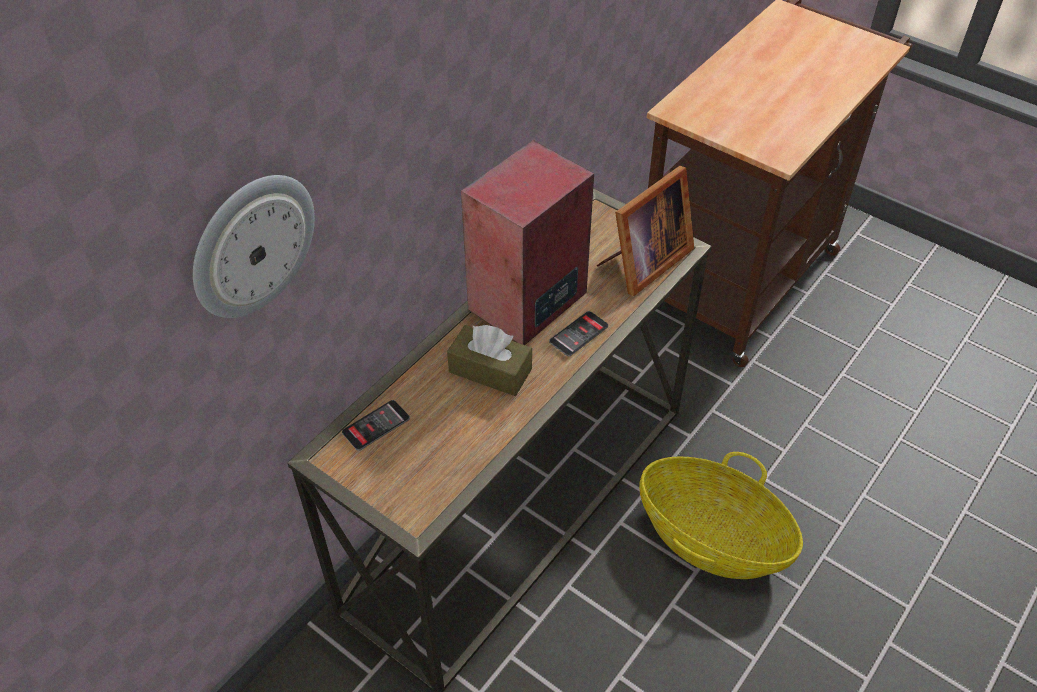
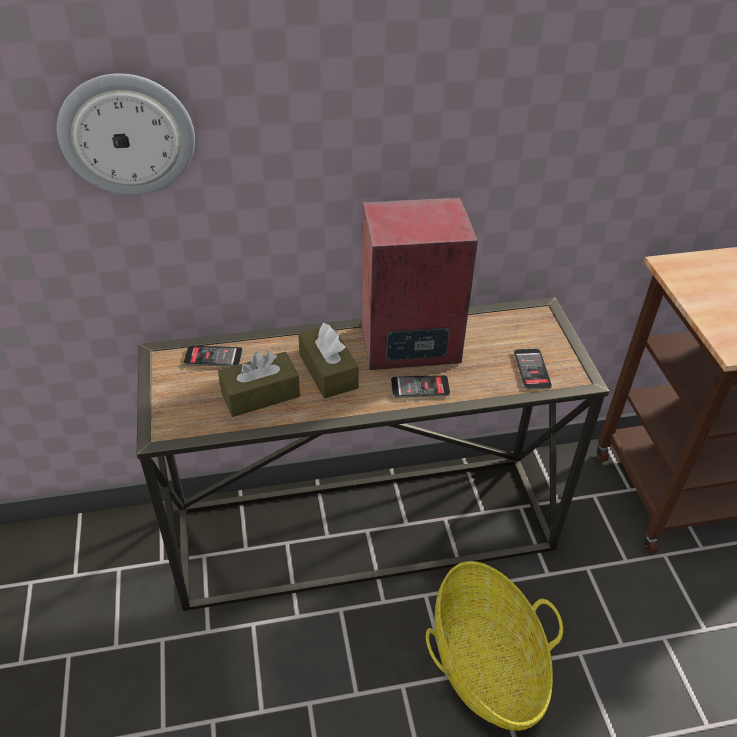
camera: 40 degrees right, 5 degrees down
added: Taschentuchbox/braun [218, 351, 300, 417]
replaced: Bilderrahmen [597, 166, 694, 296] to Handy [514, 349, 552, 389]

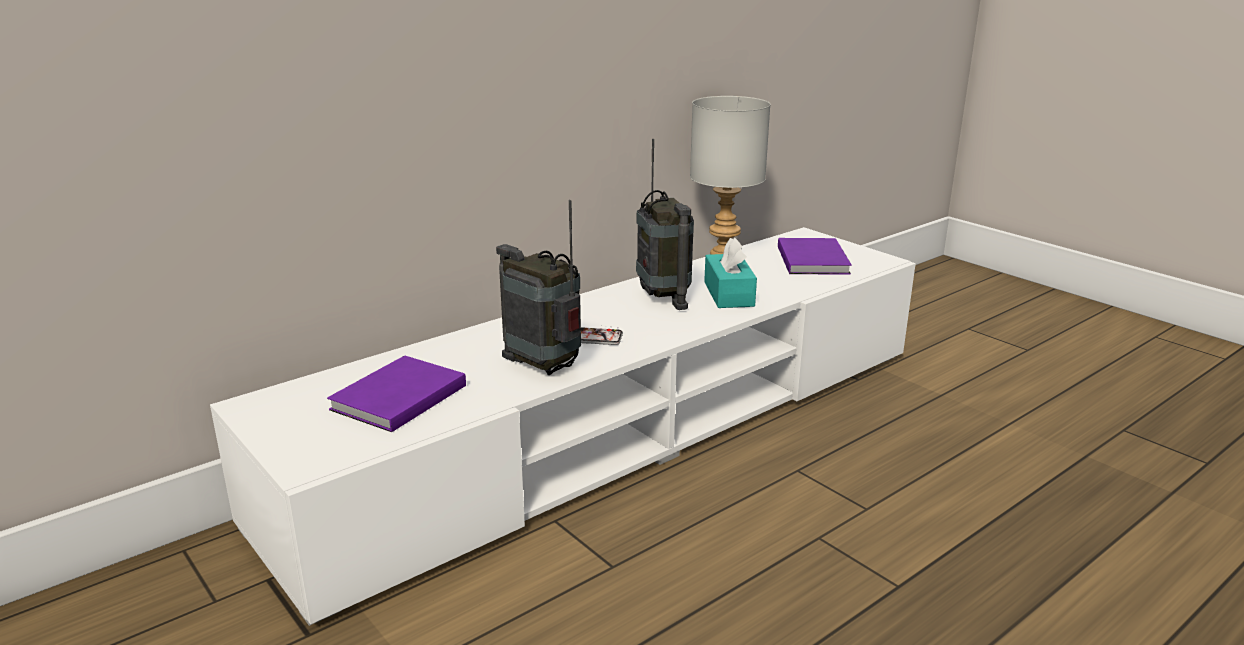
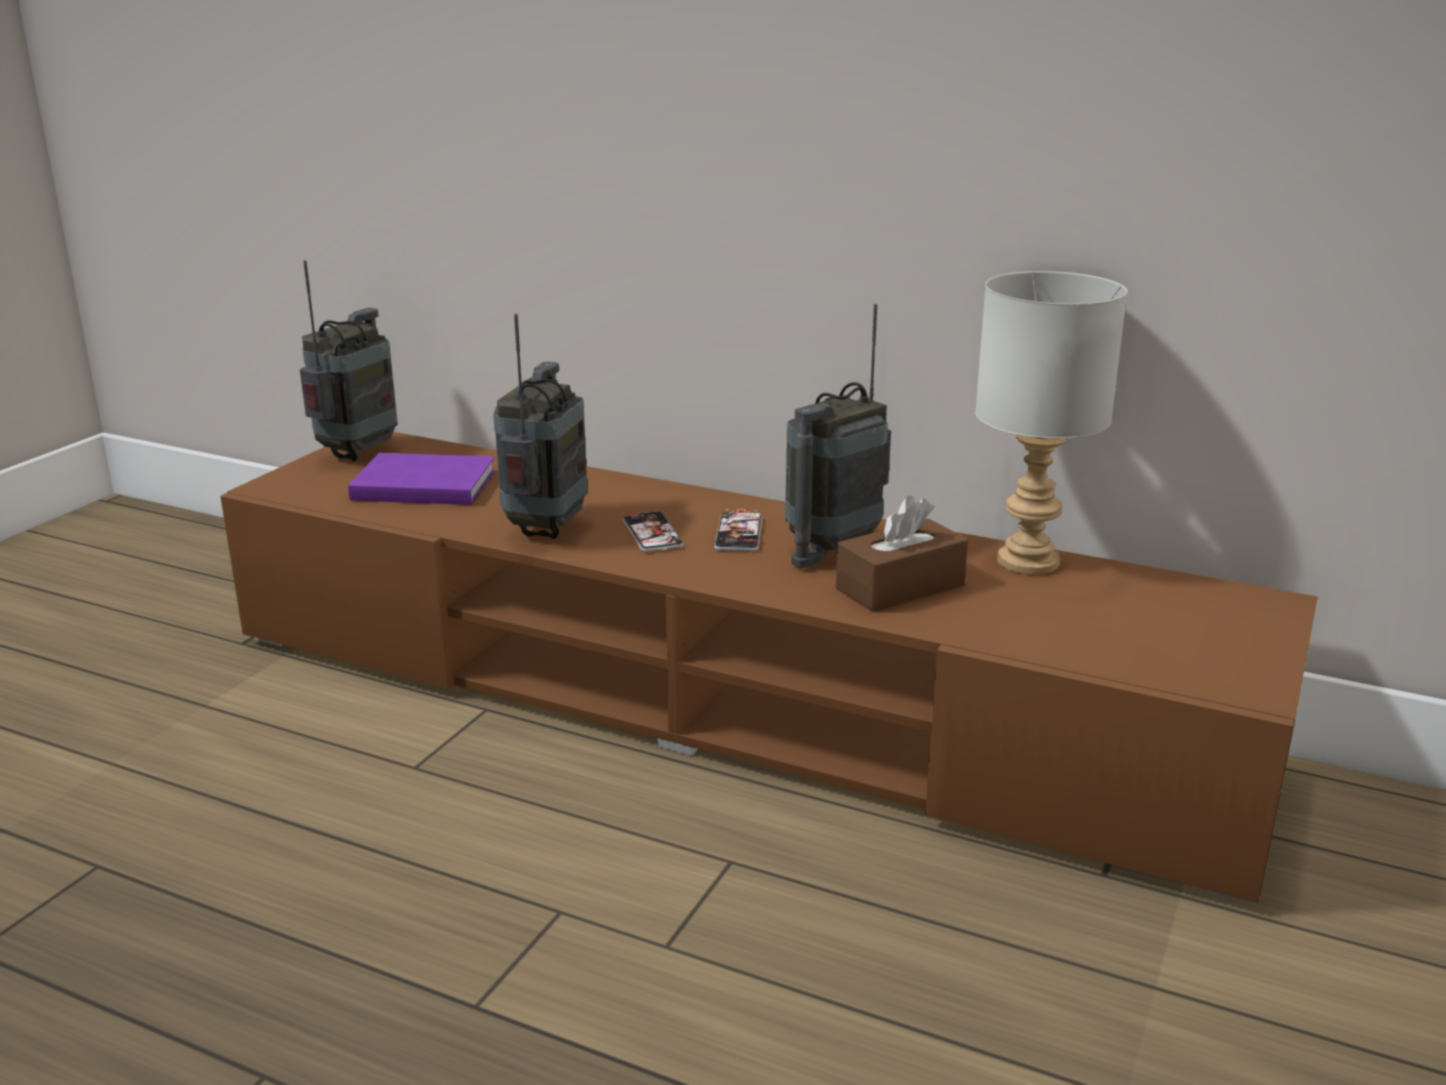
camera: 65 degrees right, 0 degrees up
removed: Buch/lila [778, 238, 852, 275]
added: Radio [300, 260, 398, 461]; Handy [714, 509, 762, 552]
recoloured: Fernsehschrank/weiß [210, 227, 916, 626] to Fernsehschrank/braun [220, 432, 1318, 905]; Taschentuchbox/türkis [704, 237, 757, 308] to Taschentuchbox/braun [836, 495, 968, 612]

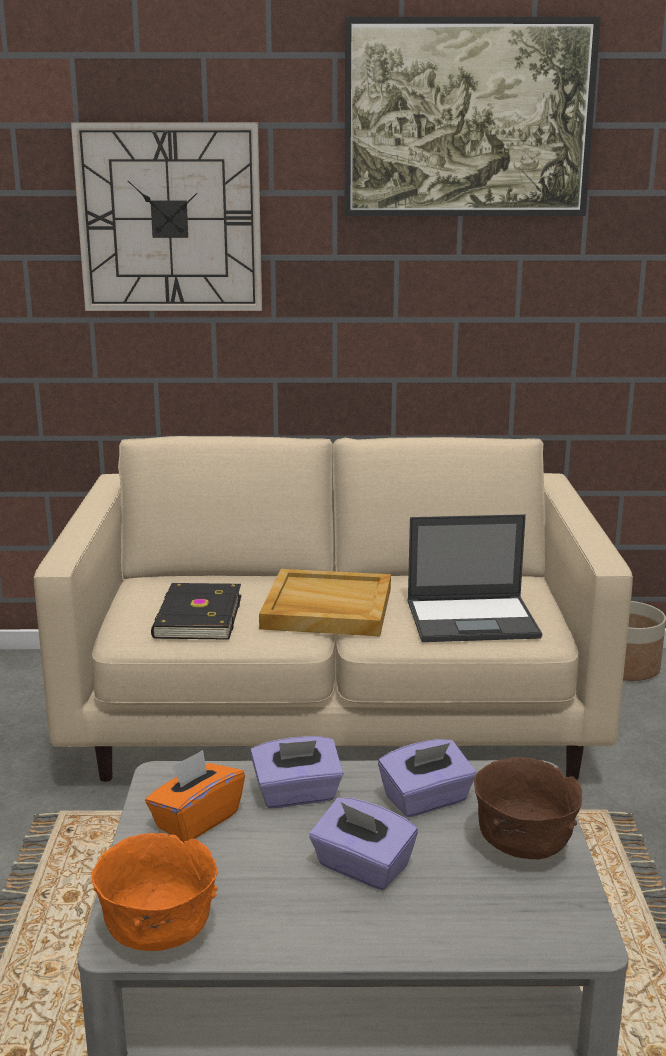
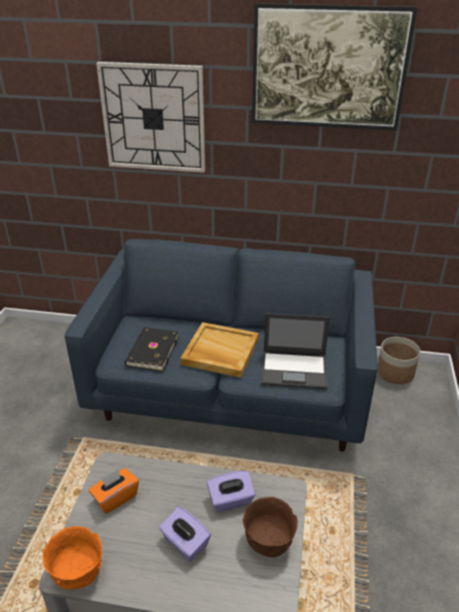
camera: 10 degrees right, 15 degrees up
removed: Taschentuchbox/lila [250, 736, 343, 808]
recoloured: Sofa/beige [34, 436, 633, 782] to Sofa/blau [65, 239, 377, 451]

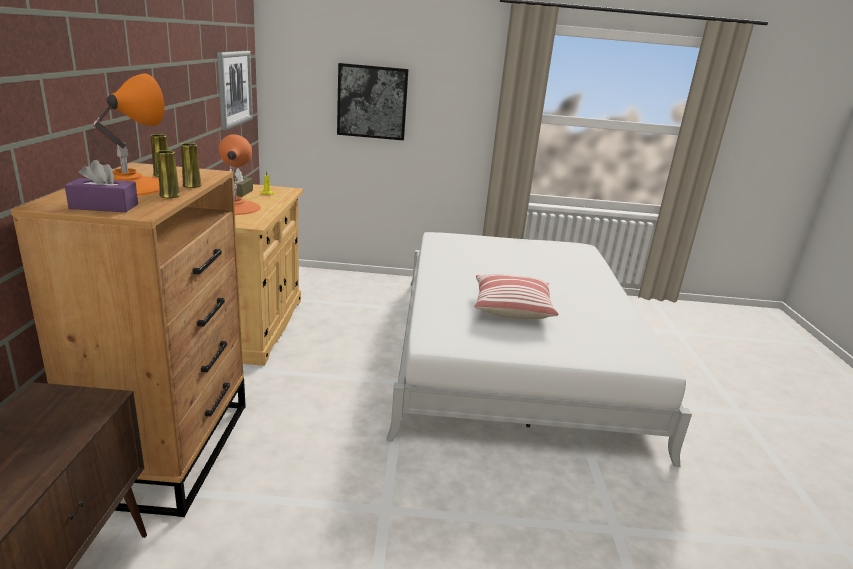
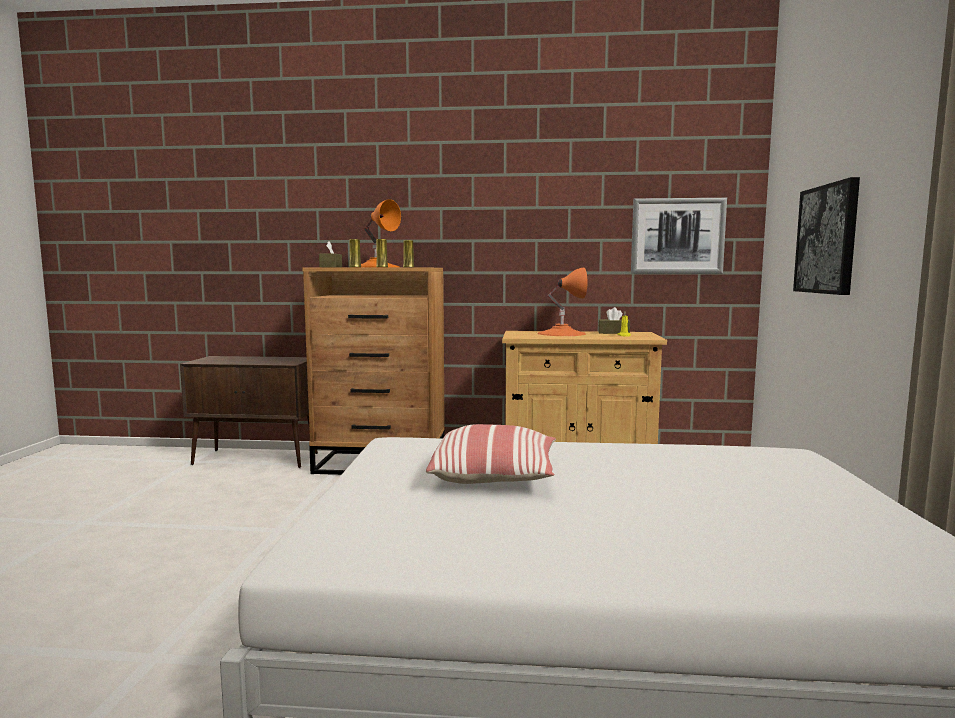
camera: 95 degrees right, 15 degrees down
recoloured: Taschentuchbox/lila [65, 160, 138, 212] to Taschentuchbox/braun [319, 241, 342, 267]

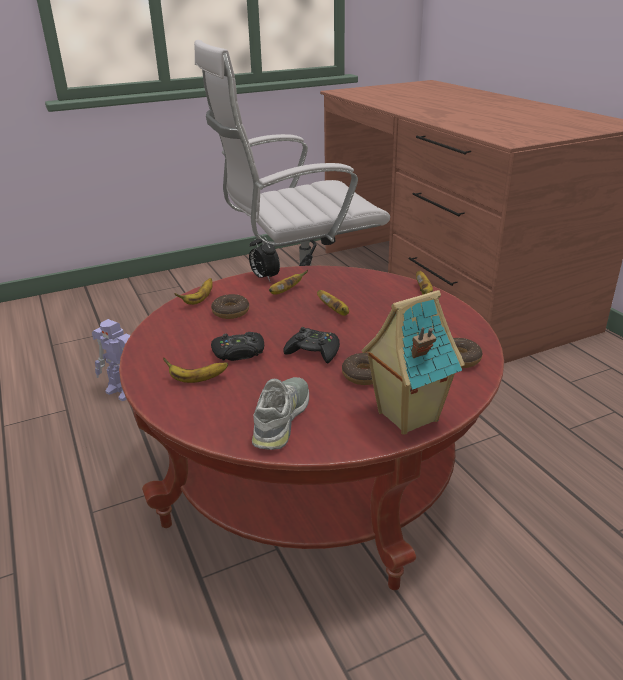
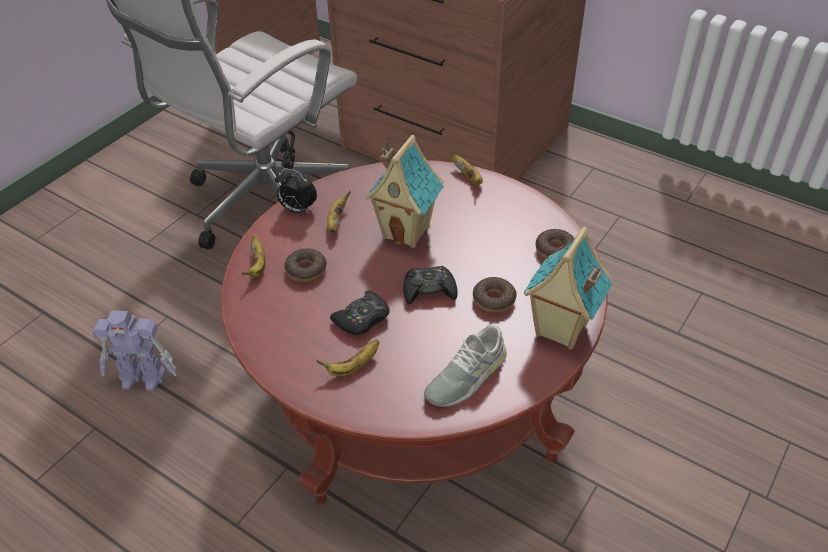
camera: 30 degrees left, 15 degrees up
replaced: Banane [317, 290, 349, 316] to Spielzeughaus [365, 135, 444, 248]
turned: Schuh/grau [252, 377, 309, 450] = [424, 325, 507, 407] 120 degrees counterclockwise

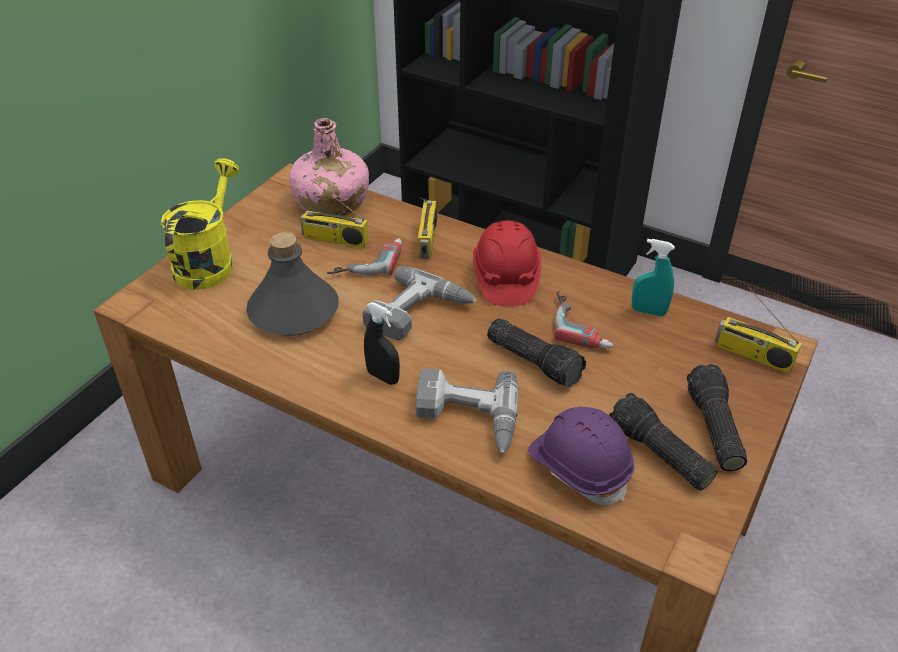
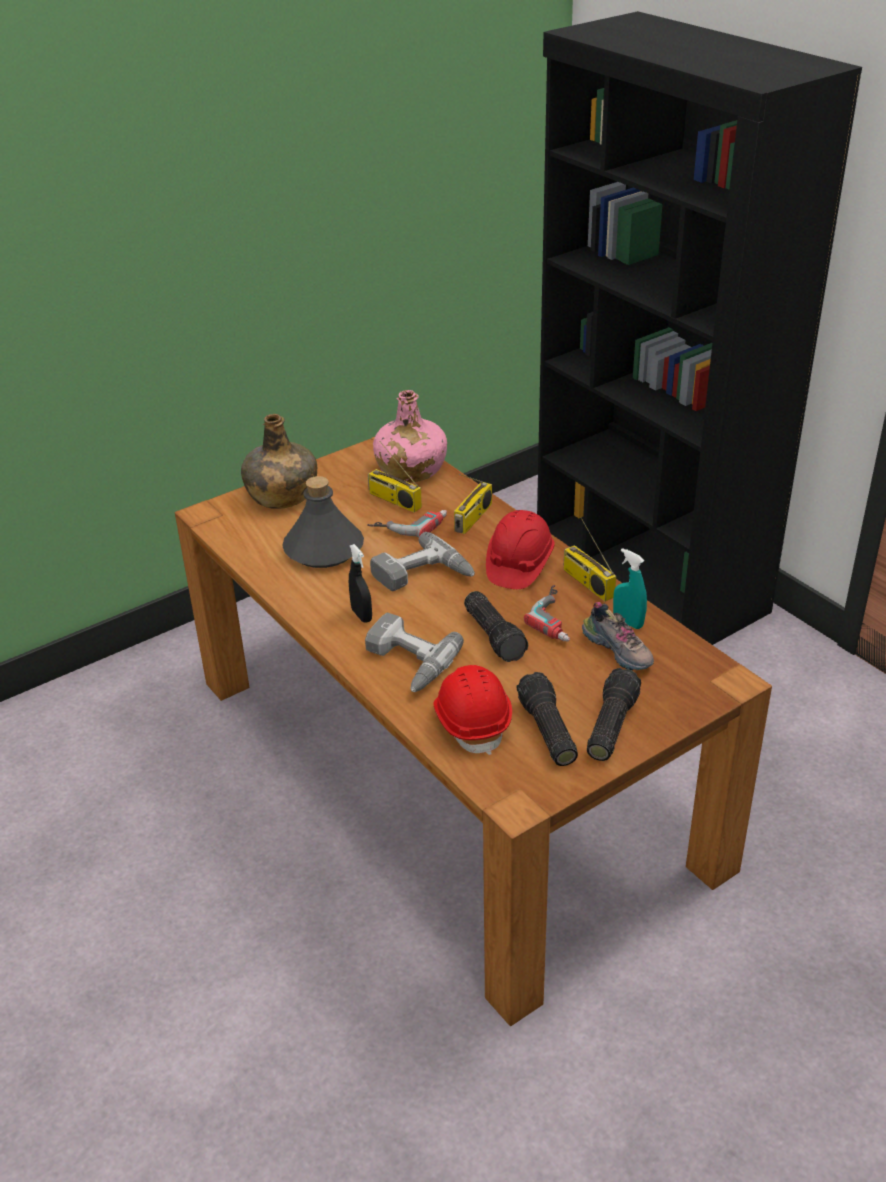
camera: 25 degrees right, 5 degrees down
added: Schuh [582, 602, 654, 670]
moved: Radio [715, 287, 801, 374] to [564, 517, 616, 601]
replaced: Gießkanne/gelb [161, 158, 240, 290] to Flasche/grün [241, 414, 317, 509]
recoloured: Schutzhelm/lila [528, 407, 635, 505] to Schutzhelm/rot [433, 665, 512, 755]

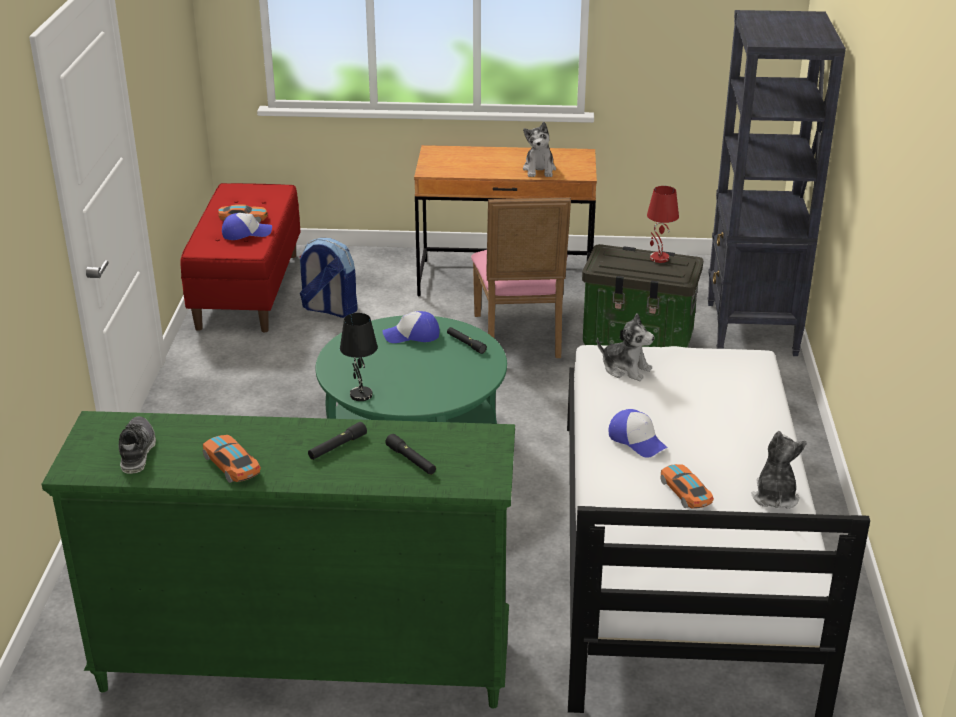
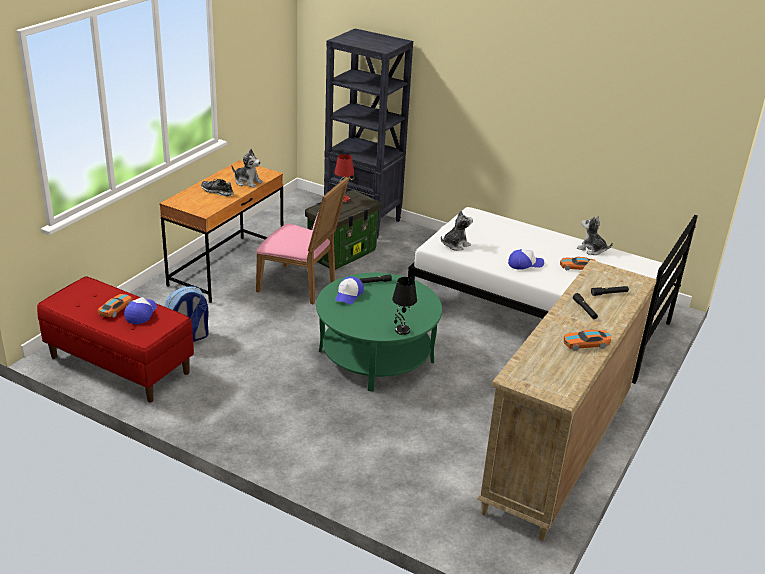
camera: 65 degrees left, 0 degrees up
moved: Schuh [119, 416, 156, 474] to [201, 179, 234, 196]
recoloured: Kommode/grün [42, 411, 515, 709] to Kommode/beige [477, 260, 657, 541]

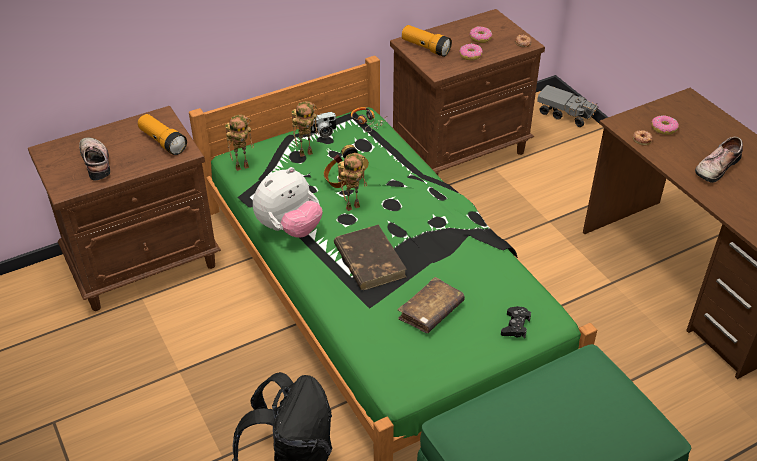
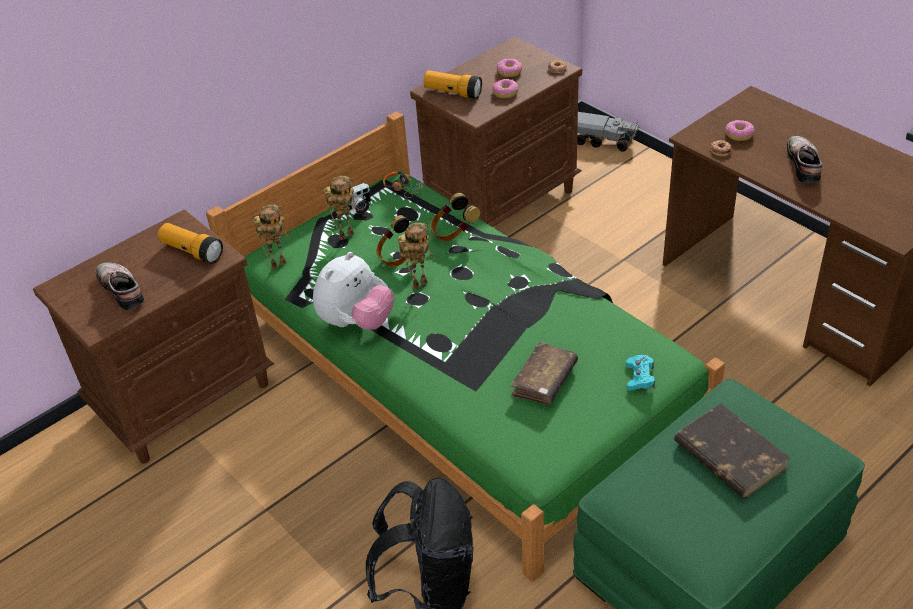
camera: 10 degrees left, 0 degrees up
added: Kopfhörer [430, 193, 480, 242]
moved: Buch/braun [334, 225, 407, 290] to [674, 403, 791, 499]
recoloured: Gamepad/schwarz [501, 306, 531, 339] to Gamepad/türkis [626, 355, 655, 390]
turned: Schuh [695, 137, 743, 183] = [787, 136, 822, 183] 150 degrees clockwise

